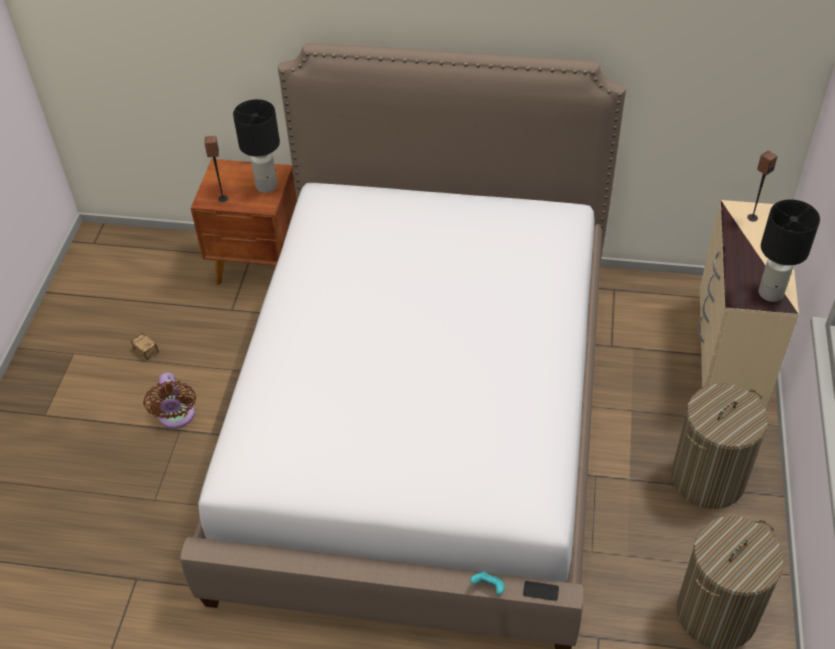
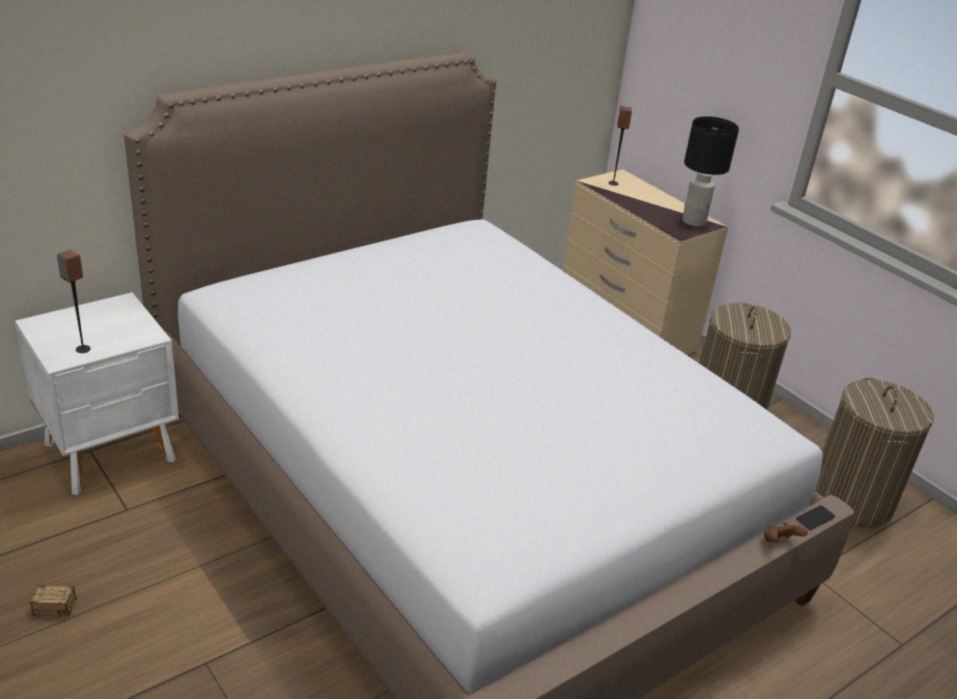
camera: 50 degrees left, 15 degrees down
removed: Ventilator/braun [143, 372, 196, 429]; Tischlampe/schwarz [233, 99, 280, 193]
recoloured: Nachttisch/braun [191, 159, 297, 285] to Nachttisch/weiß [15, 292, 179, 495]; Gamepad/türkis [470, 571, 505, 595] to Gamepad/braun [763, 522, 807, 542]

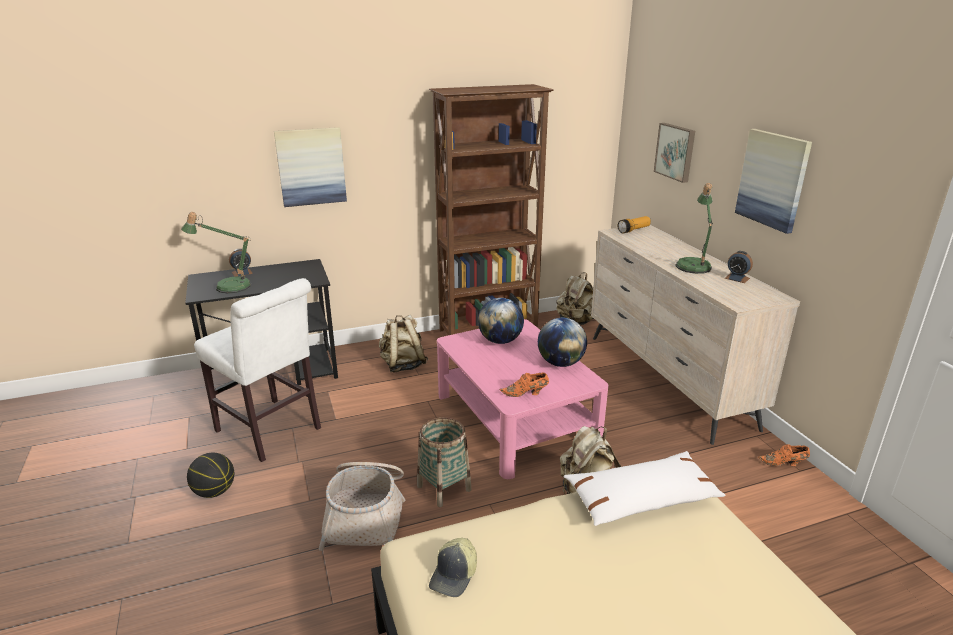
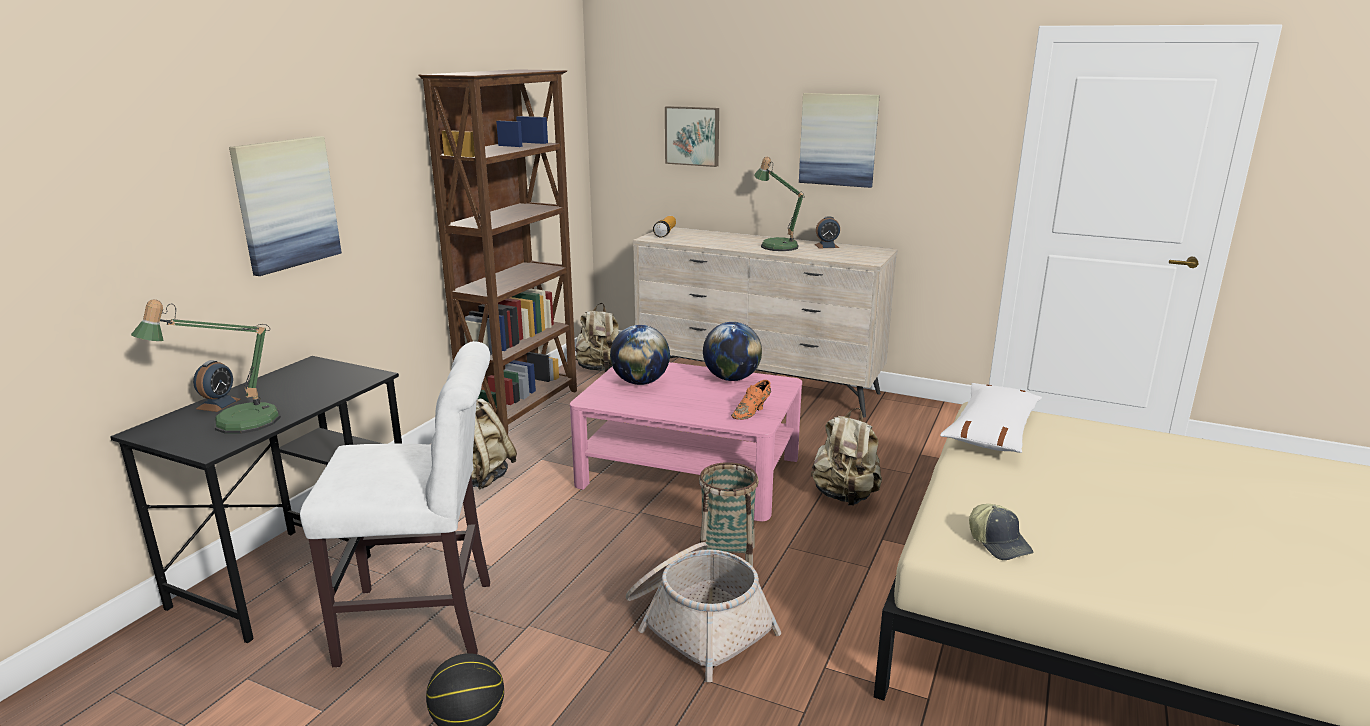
camera: 45 degrees left, 5 degrees down
removed: Schuh/orange [758, 444, 810, 466]

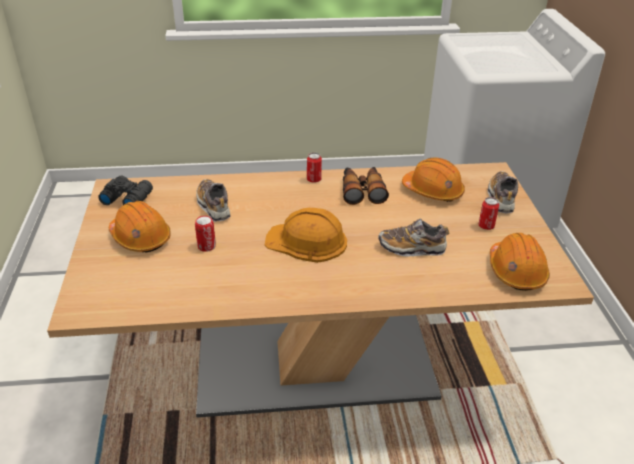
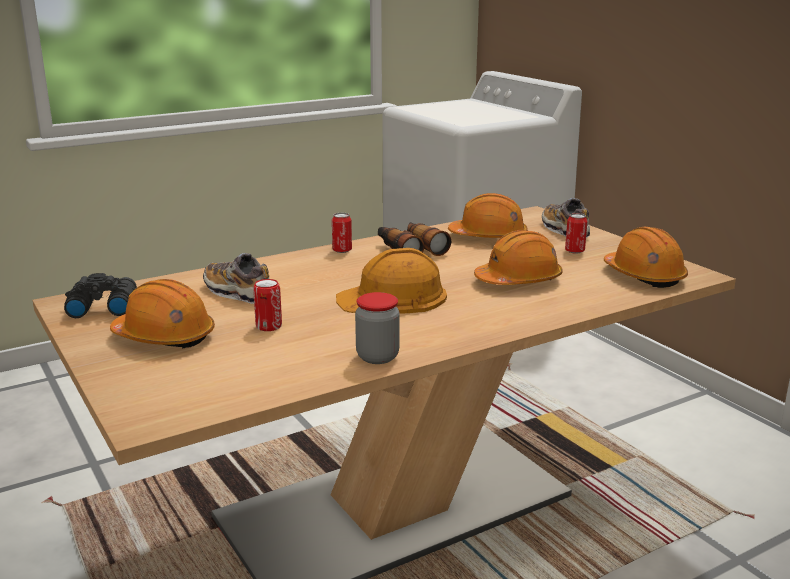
camera: 25 degrees left, 15 degrees down
added: Vorratsglas [355, 292, 400, 364]
replaced: Schuh [378, 219, 450, 257] to Schutzhelm/orange [474, 230, 563, 285]

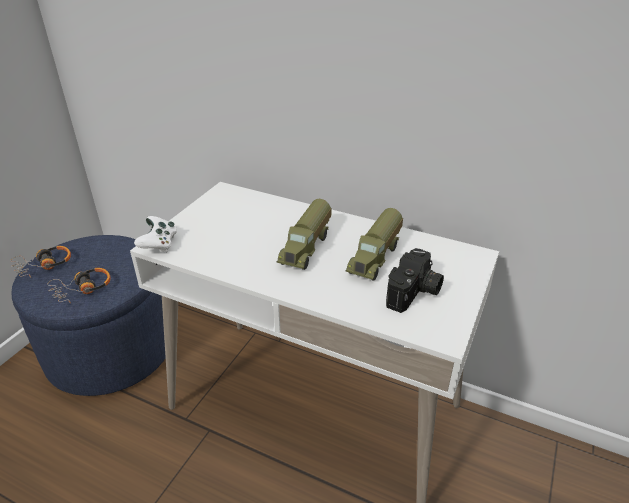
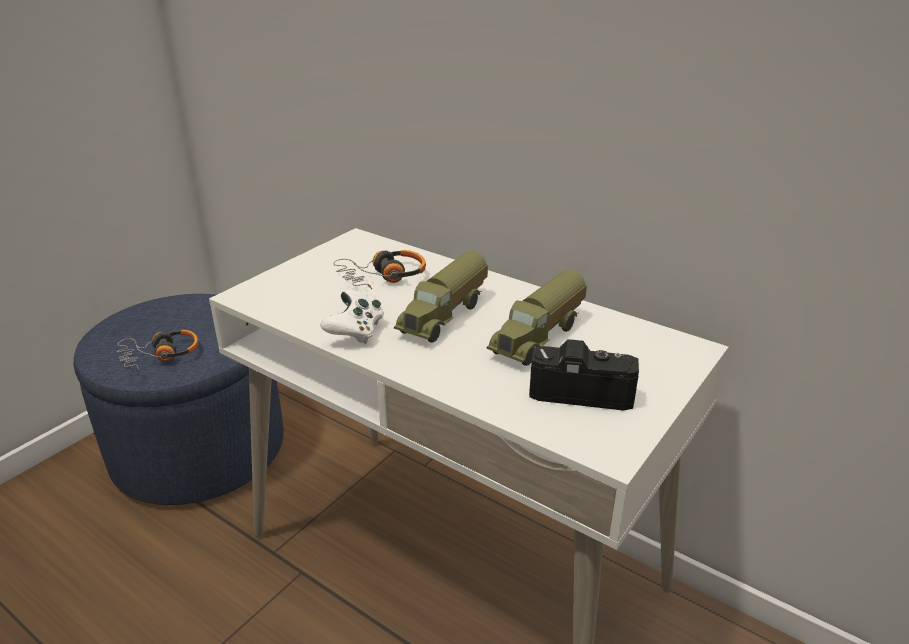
camera: 10 degrees right, 5 degrees down
moved: Gamepad/weiß [134, 216, 177, 252] to [320, 290, 384, 344]; Kopfhörer [11, 246, 71, 278] to [333, 250, 426, 289]
turned: Kamera [386, 248, 444, 313] = [529, 339, 639, 411] 120 degrees counterclockwise

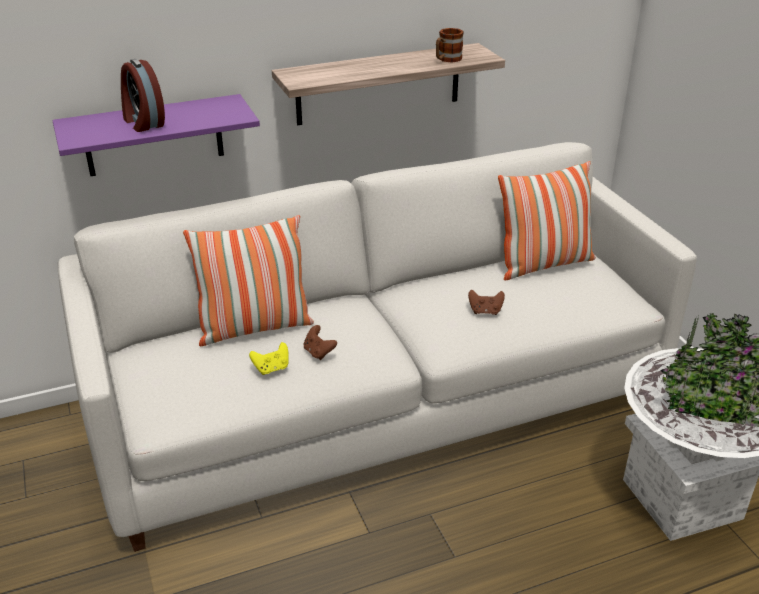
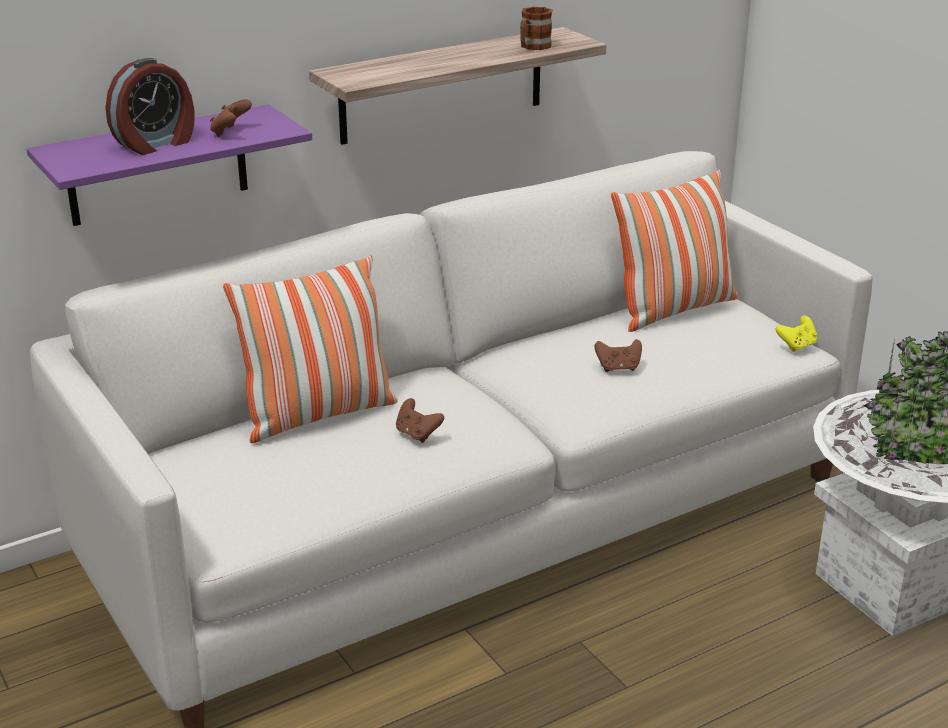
camera: 10 degrees left, 5 degrees down
added: Gamepad/braun [210, 99, 252, 137]
moved: Gamepad/gelb [249, 342, 289, 375] to [775, 315, 817, 352]
turned: Wecker [121, 59, 165, 132] = [106, 58, 195, 155] 90 degrees counterclockwise

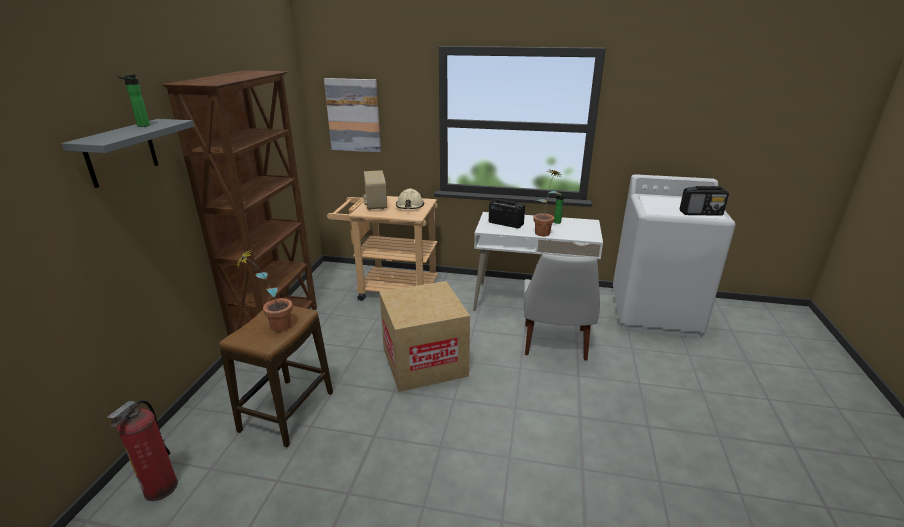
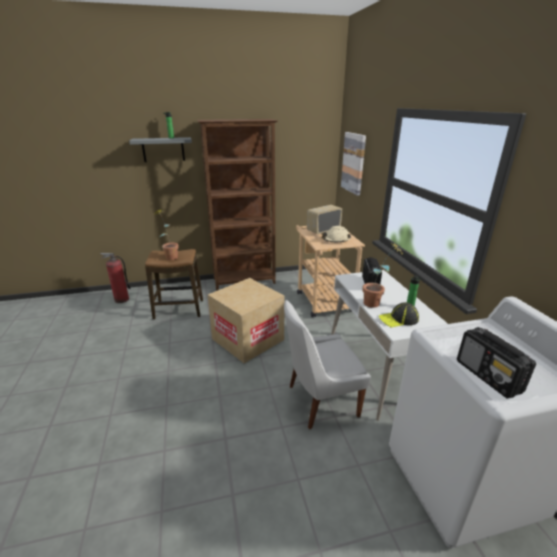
camera: 65 degrees right, 0 degrees up
added: Kappe [379, 302, 419, 327]

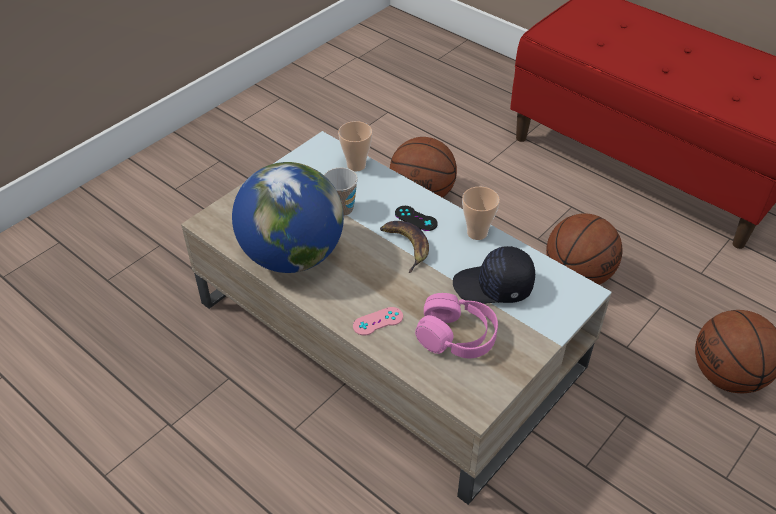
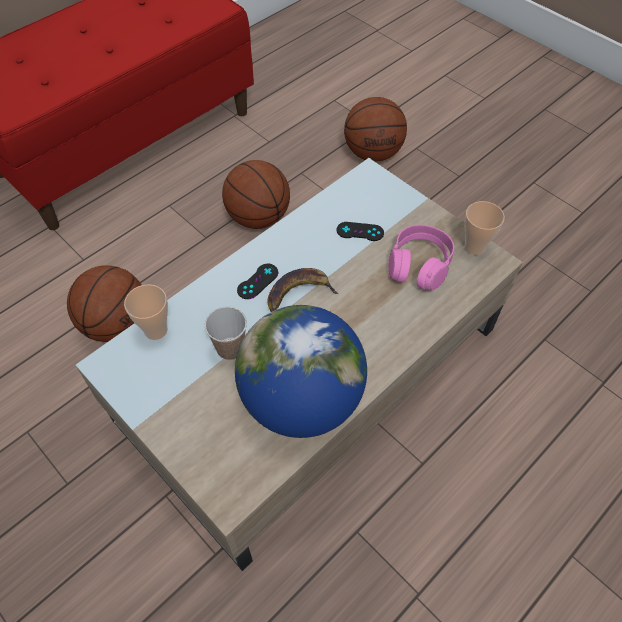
camera: 85 degrees left, 10 degrees up
removed: Gamepad/rosa [353, 307, 403, 335]
moved: Tasse [462, 187, 500, 240] to [465, 201, 505, 255]
replaced: Kappe/schwarz [453, 246, 535, 304] to Gamepad/schwarz [337, 222, 384, 241]

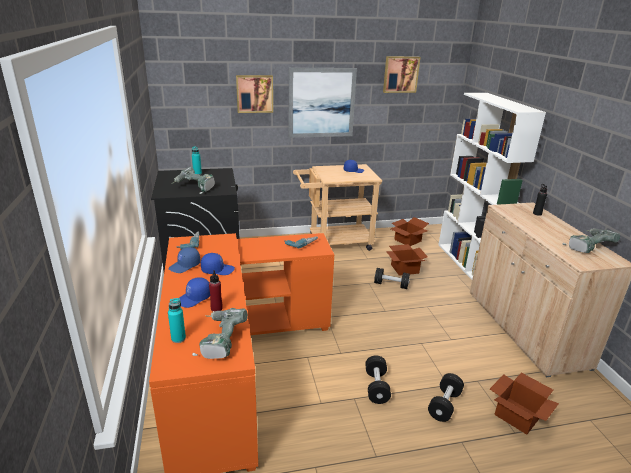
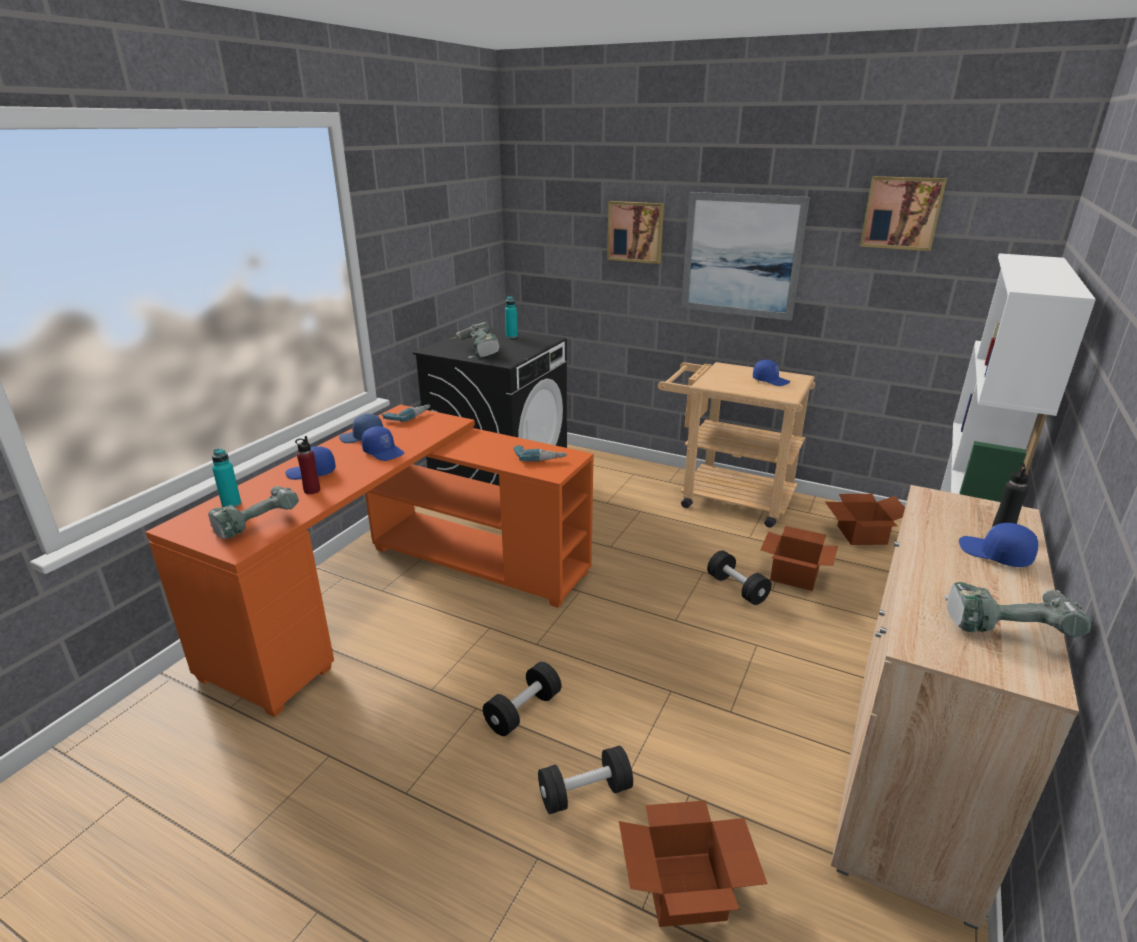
camera: 40 degrees right, 0 degrees up
added: Kappe/blau [959, 523, 1038, 567]

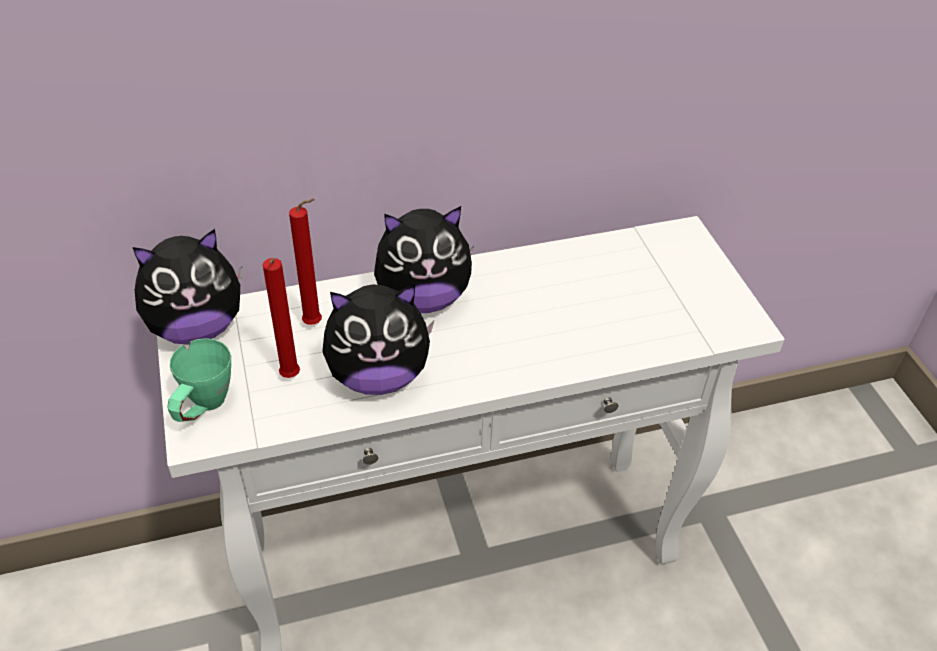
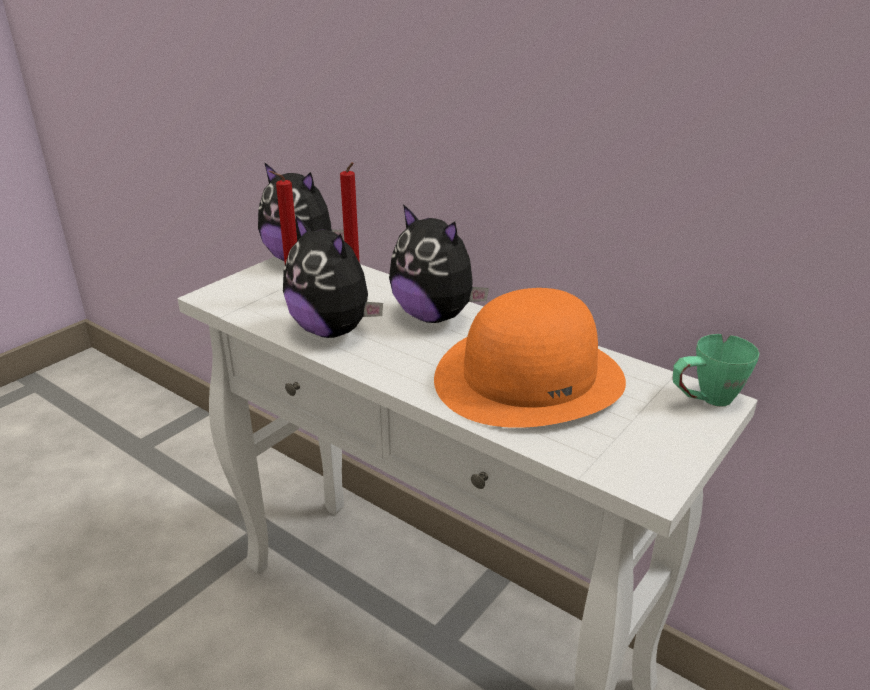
camera: 55 degrees right, 15 degrees down
added: Hut/orange [434, 288, 626, 428]
moved: Henkelbecher/grün [167, 338, 231, 422] to [672, 334, 760, 407]

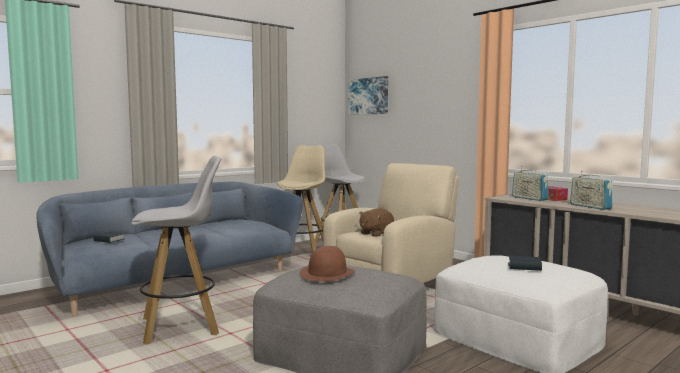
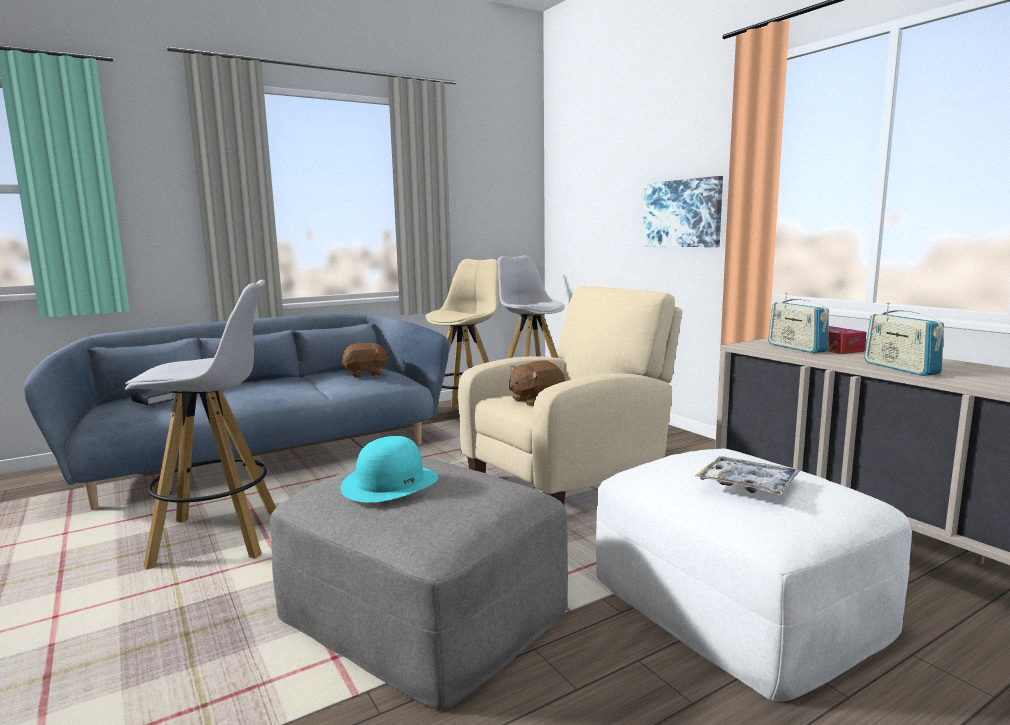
camera: 10 degrees right, 5 degrees up
added: Plüschtier/braun [341, 343, 390, 378]
moved: Bild [348, 76, 388, 115] to [643, 176, 723, 247]
replaced: Buch [508, 256, 542, 271] to Tablett [695, 456, 800, 495]
recoloured: Hut/braun [300, 246, 355, 282] to Hut/türkis [340, 436, 438, 502]

